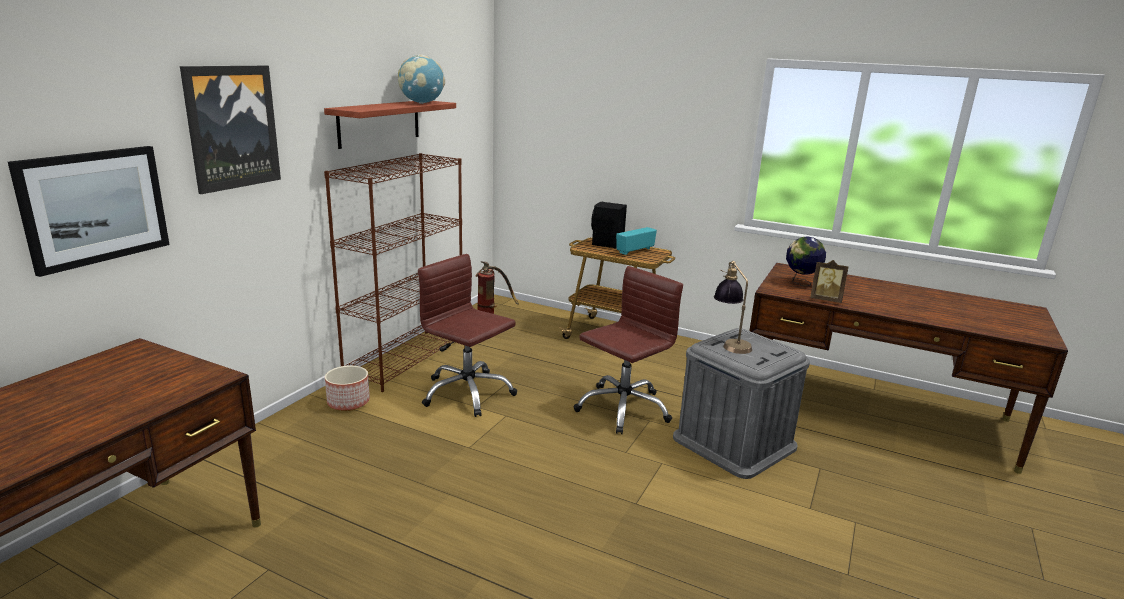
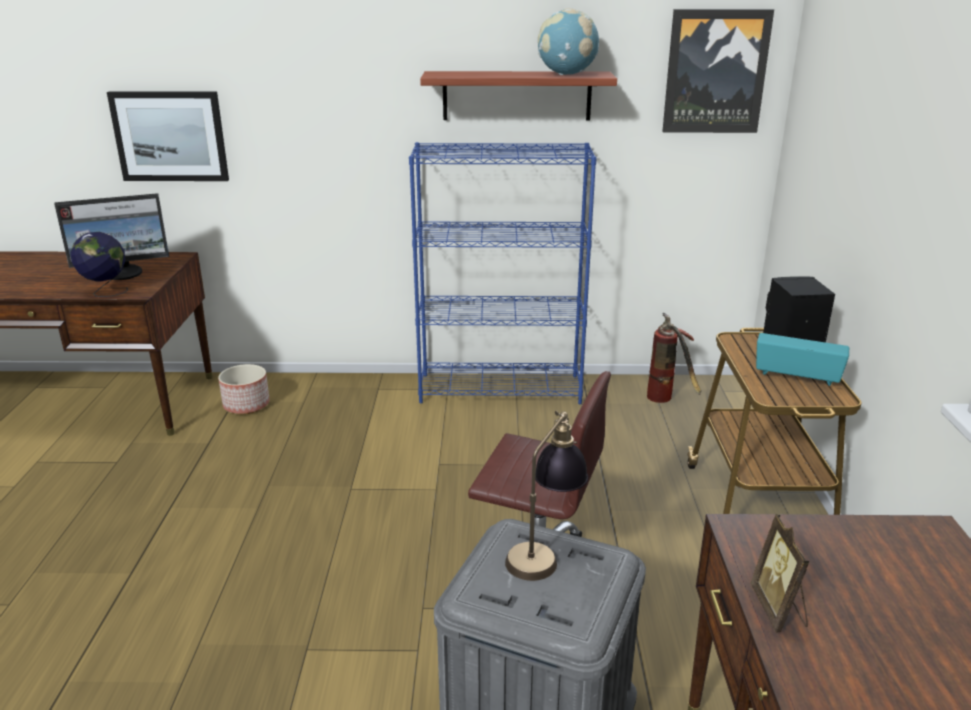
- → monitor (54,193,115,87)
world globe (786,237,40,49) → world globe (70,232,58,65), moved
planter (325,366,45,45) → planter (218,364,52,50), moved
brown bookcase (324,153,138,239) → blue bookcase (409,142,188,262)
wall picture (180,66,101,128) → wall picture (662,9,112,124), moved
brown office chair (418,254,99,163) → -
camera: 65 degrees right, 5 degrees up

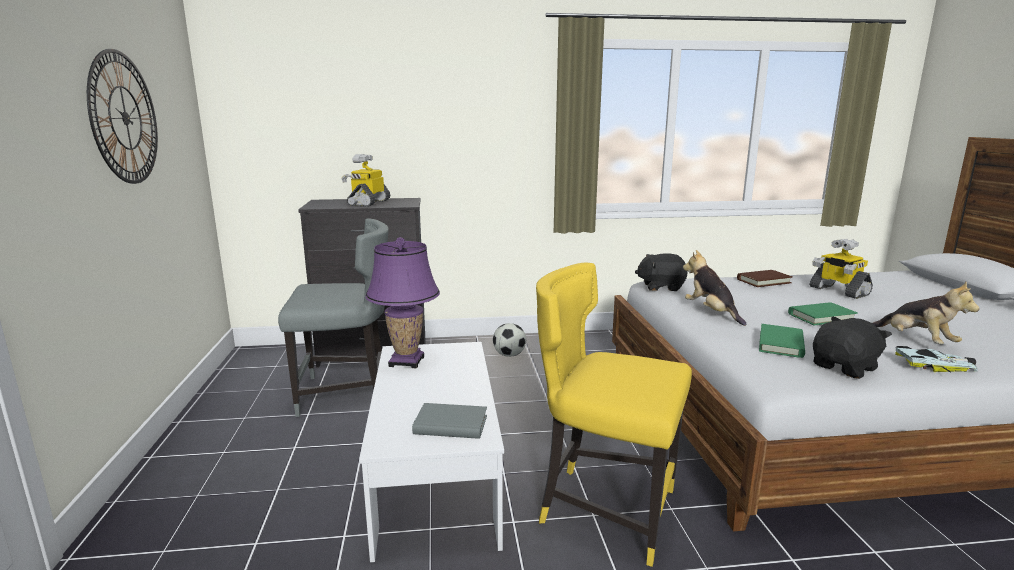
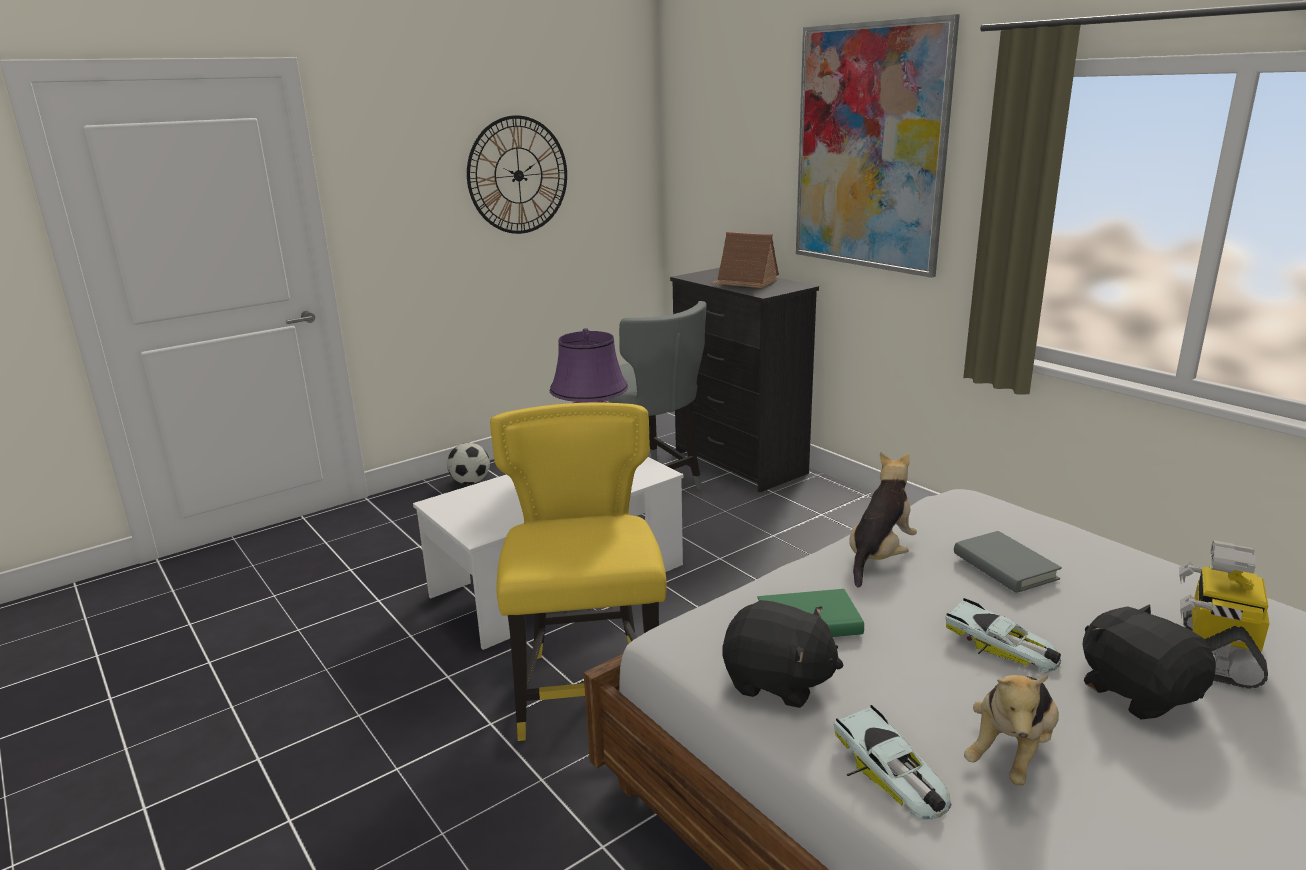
football (493,323,33,34) → football (447,443,43,41), moved
robot figure (342,154,49,53) → model house (711,232,68,56)
- → wall picture (796,14,164,264)
greenish volume (788,302,70,23) → toy car (945,598,116,75)
greyish volume (412,403,75,36) → greyish volume (954,531,108,62), moved
black-coloured cuddly toy (635,253,53,38) → black-coloured cuddly toy (1082,604,134,115), moved
brown volume (737,270,55,17) → -
camera: 60 degrees right, 5 degrees up

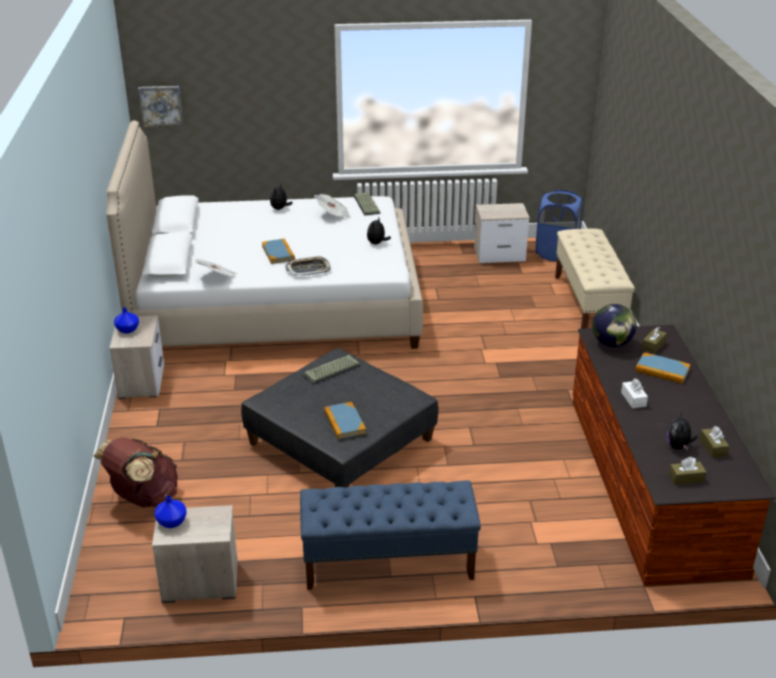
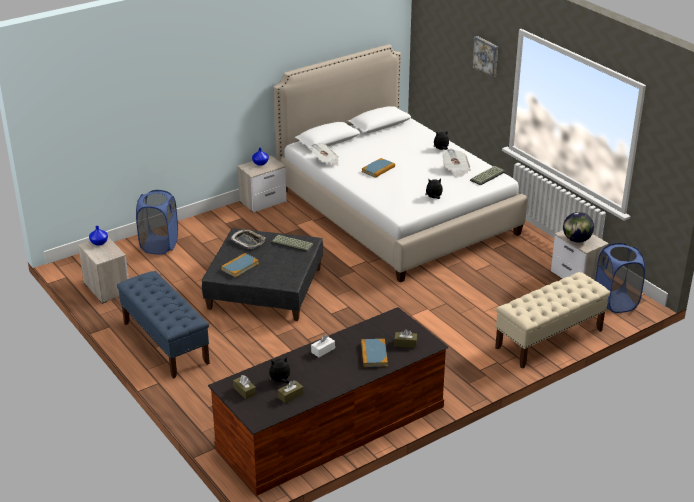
brown knapsack (93,437,85,71) → blue laundry basket (136,190,42,65)
serving tray (285,256,46,20) → serving tray (231,229,35,20), moved
wall picture (138,86,45,41) → wall picture (472,36,26,42), moved
world globe (592,304,44,43) → world globe (563,212,31,31), moved
camera: 60 degrees right, 0 degrees up

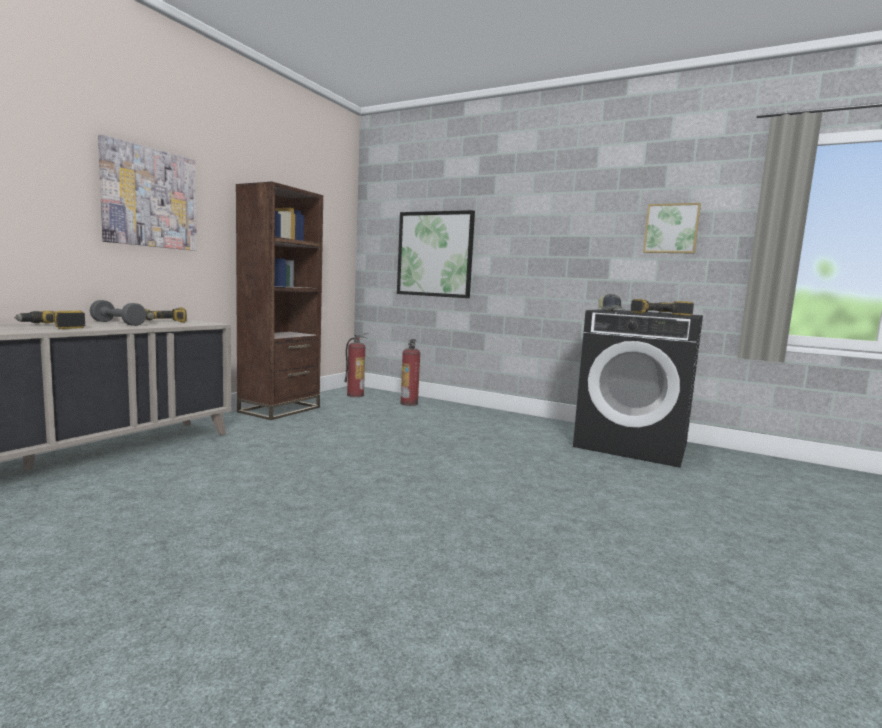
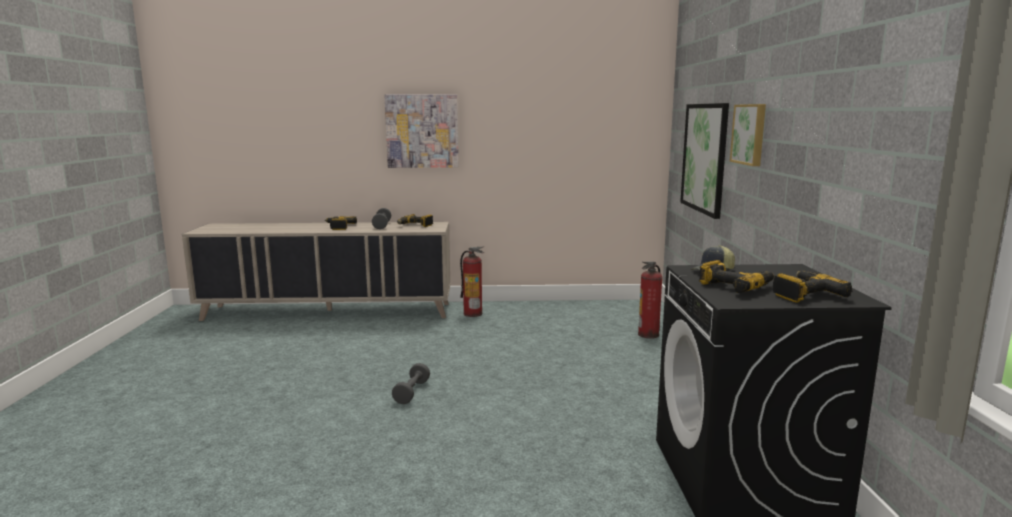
- → greyish free weight (392,363,38,41)
fire-fighting cylinder (344,333,24,64) → fire-fighting cylinder (460,247,24,70), moved
wall picture (643,203,58,50) → wall picture (730,104,36,62), moved
brown bookcase (236,181,87,239) → -
camera: 60 degrees right, 5 degrees up

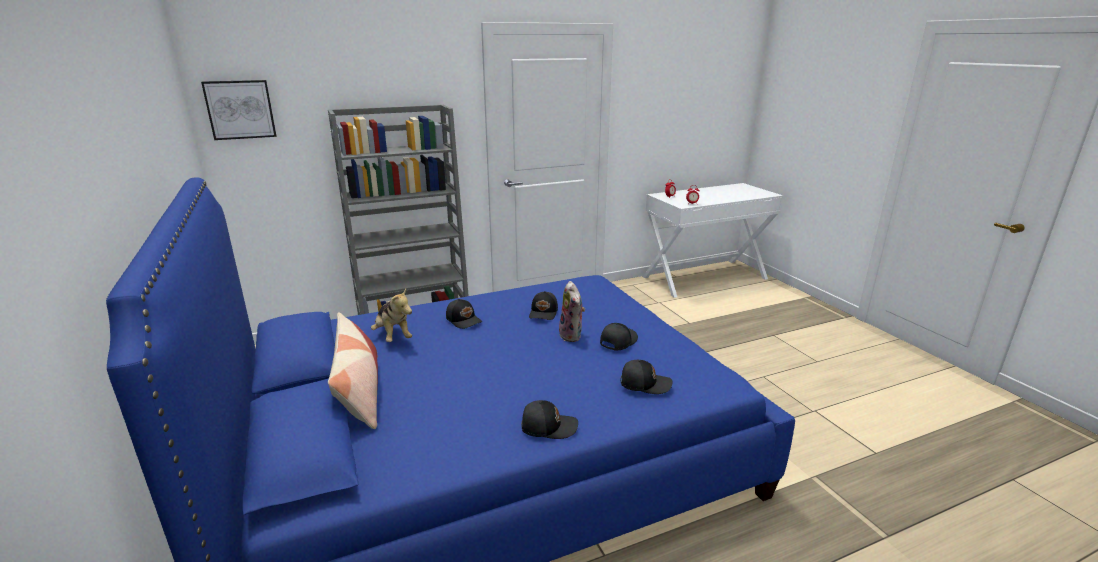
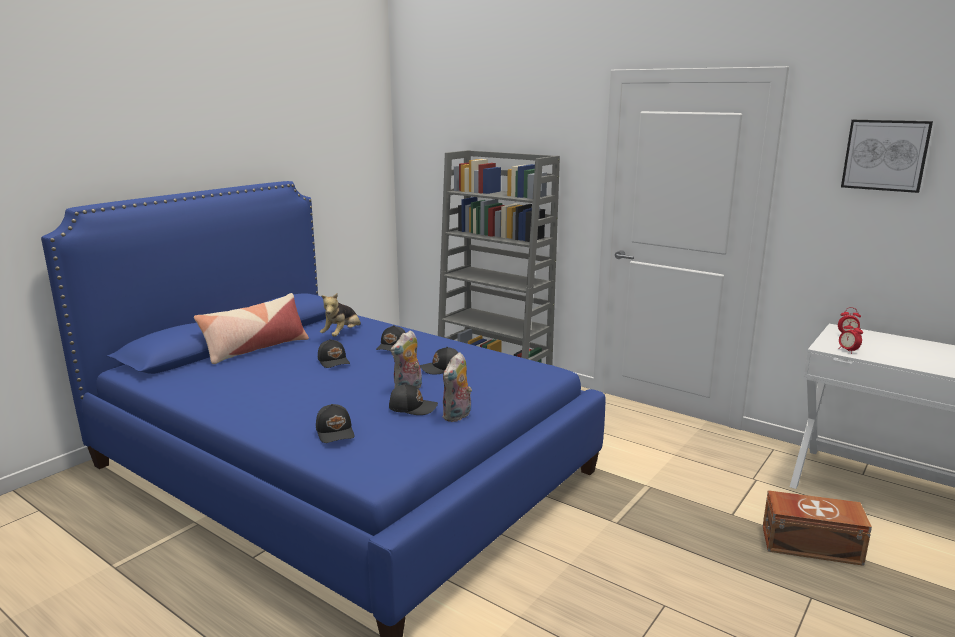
black-coloured peaked cap (521,400,57,39) → black-coloured peaked cap (318,339,32,29), moved
- → cuddly toy (443,352,29,70)
- → brown storage box (763,490,109,76)
wall picture (201,80,76,60) → wall picture (841,120,92,73), moved
camera: 60 degrees right, 5 degrees down

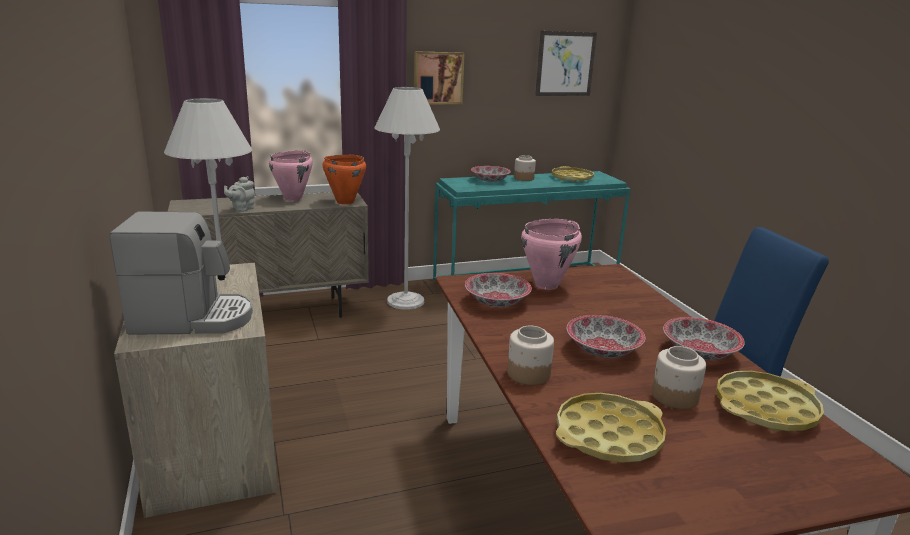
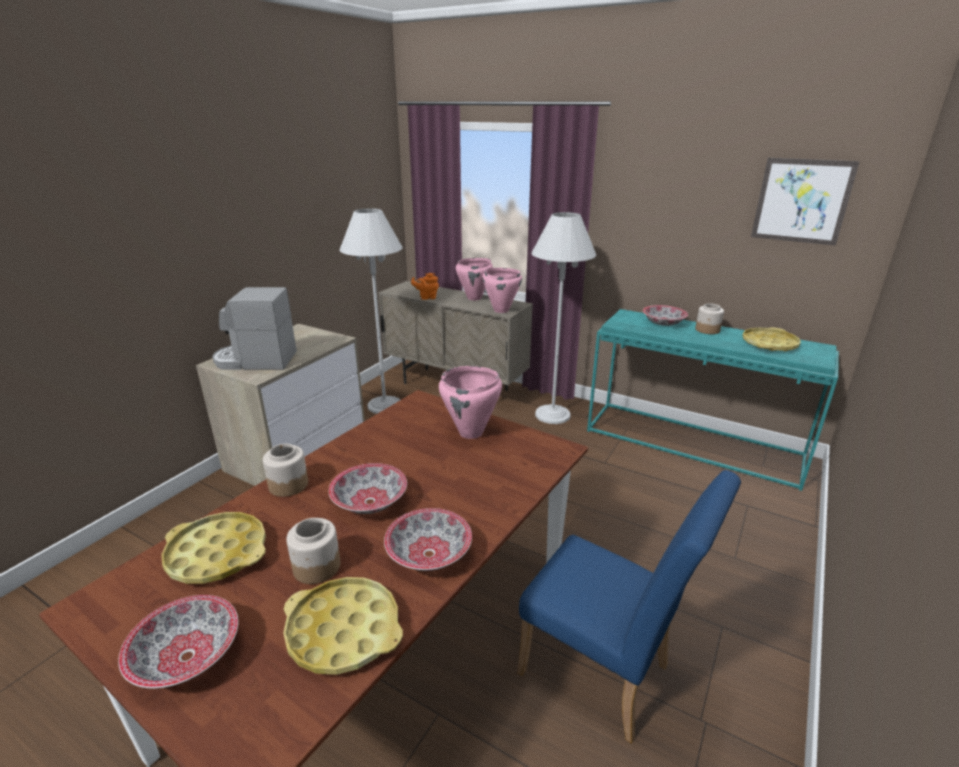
serving bowl (465,273,67,34) → serving bowl (118,595,120,94), moved
coffee machine (109,211,144,124) → coffee machine (212,287,85,83), 135 degrees clockwise
greyish tea pot (224,176,31,36) → orangey tea pot (411,273,28,27)
orangey cooking pot (322,155,44,49) → pink cooking pot (482,268,40,45)
wall picture (414,51,51,54) → -
camera: 50 degrees right, 5 degrees up

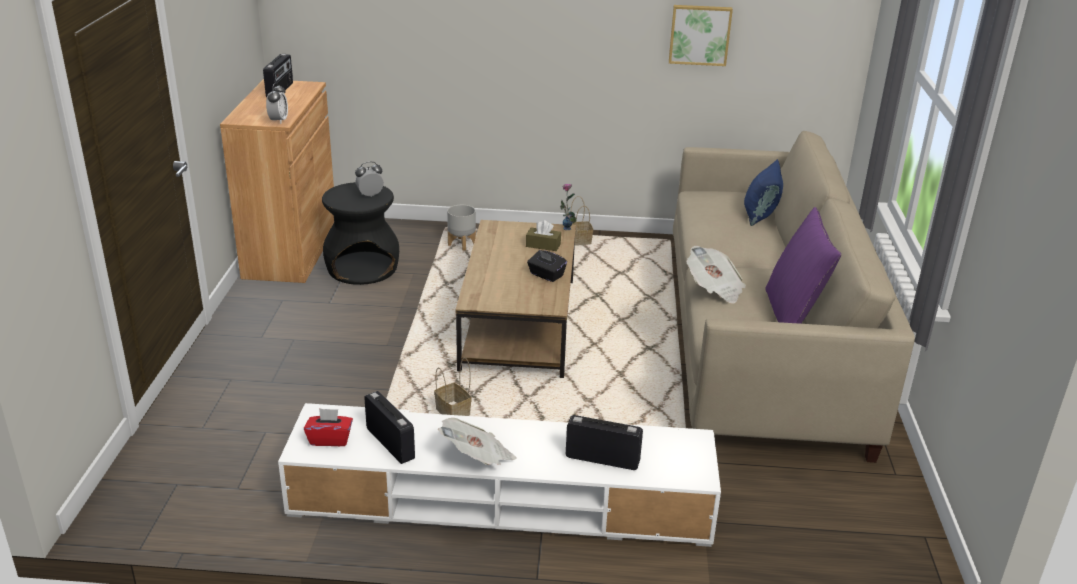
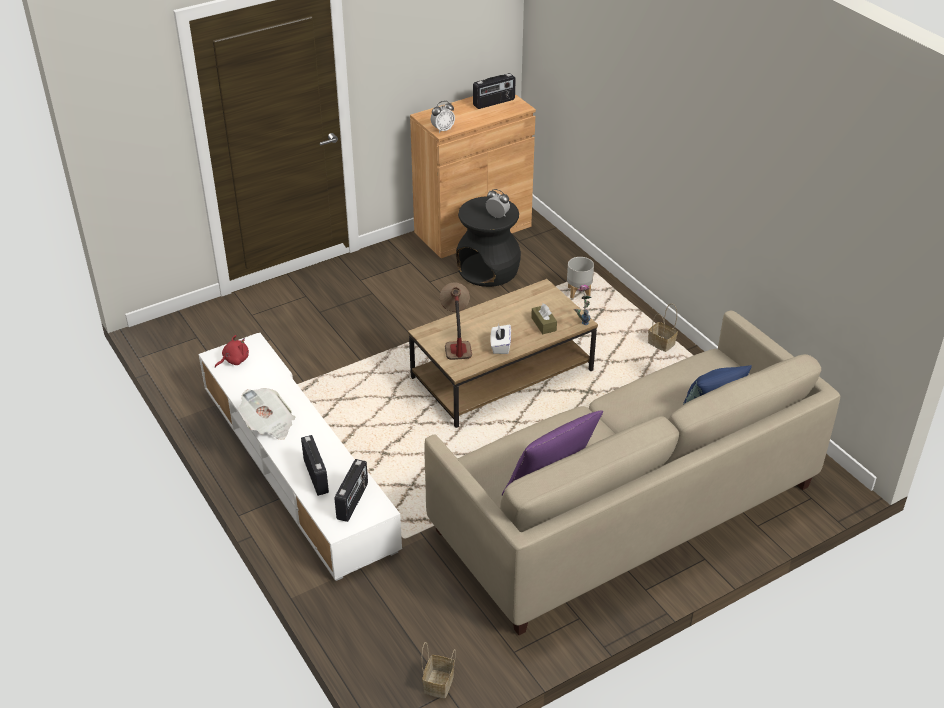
reddish tissue box (304,408,49,38) → reddish cuddly toy (215,335,34,33)
radio (364,391,51,73) → radio (335,459,33,63), moved
household basket (434,358,38,58) → household basket (421,642,35,56), moved
- → tabletop lamp (440,282,32,78)
black-coloured tissue box (527,250,40,32) → white-coloured tissue box (491,324,20,30)
wall picture (669,5,64,61) → -
daily paper (687,246,59,58) → -
camera: 55 degrees right, 10 degrees up

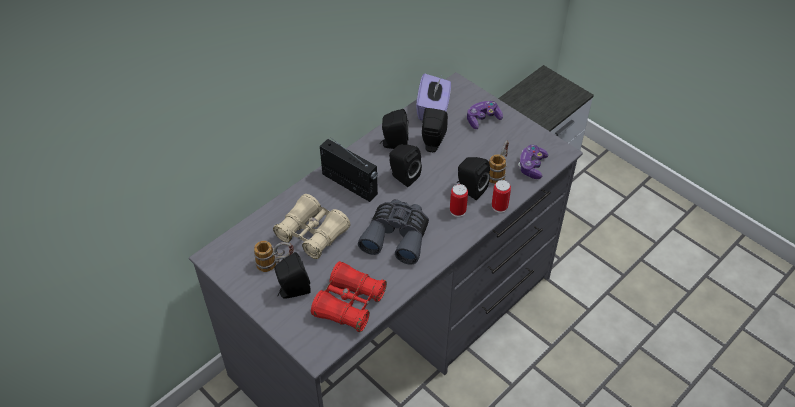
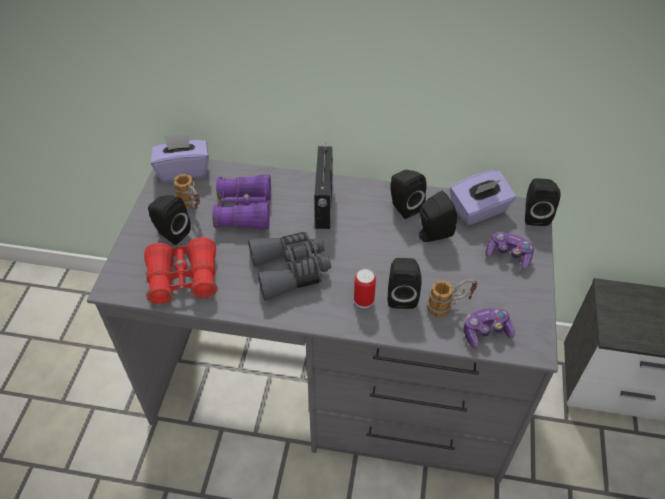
- → purple-coloured tissue box (151,133,58,49)
beige-coloured pair of binoculars (273,194,77,65) → purple-coloured pair of binoculars (212,174,59,56)
black-coloured speaker (389,144,33,43) → black-coloured speaker (525,178,36,48), moved
metal can (492,180,19,33) → -
camera: 55 degrees right, 0 degrees up

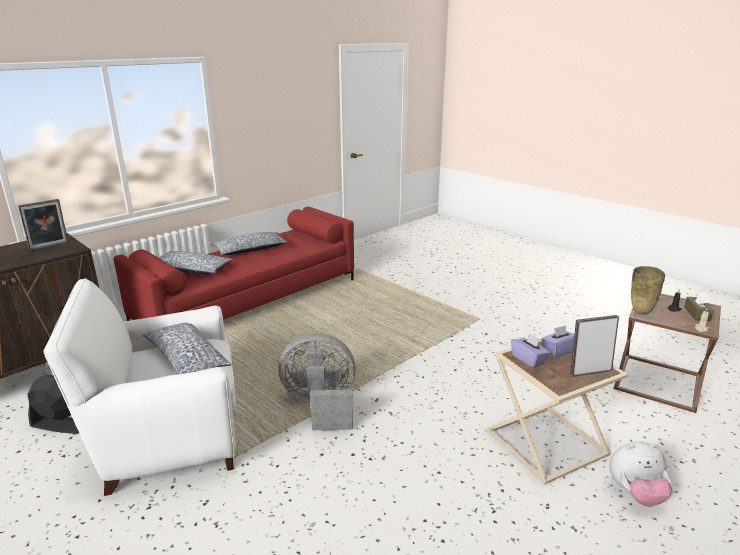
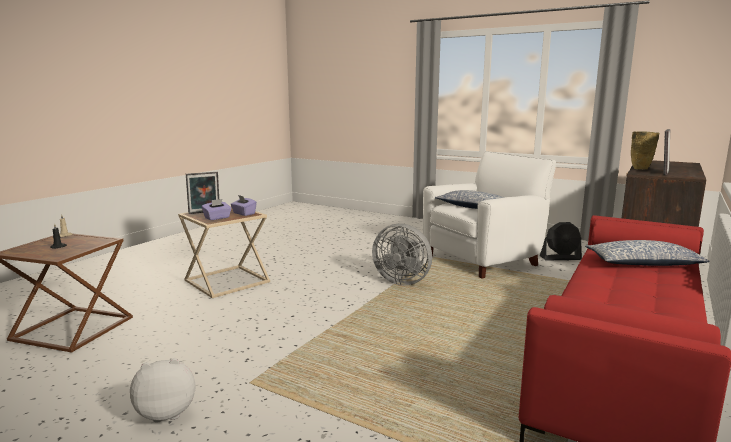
cuddly toy (609,441,64,66) → cuddly toy (130,358,65,65), moved
greyish cooling fan (278,333,78,97) → greyish cooling fan (372,223,60,63), 45 degrees clockwise
beige-coloured vase (631,266,34,48) → beige-coloured vase (631,131,28,39), moved
cushion (211,232,76,23) → -
brown tissue box (684,292,30,29) → -
camera: 165 degrees right, 10 degrees down

